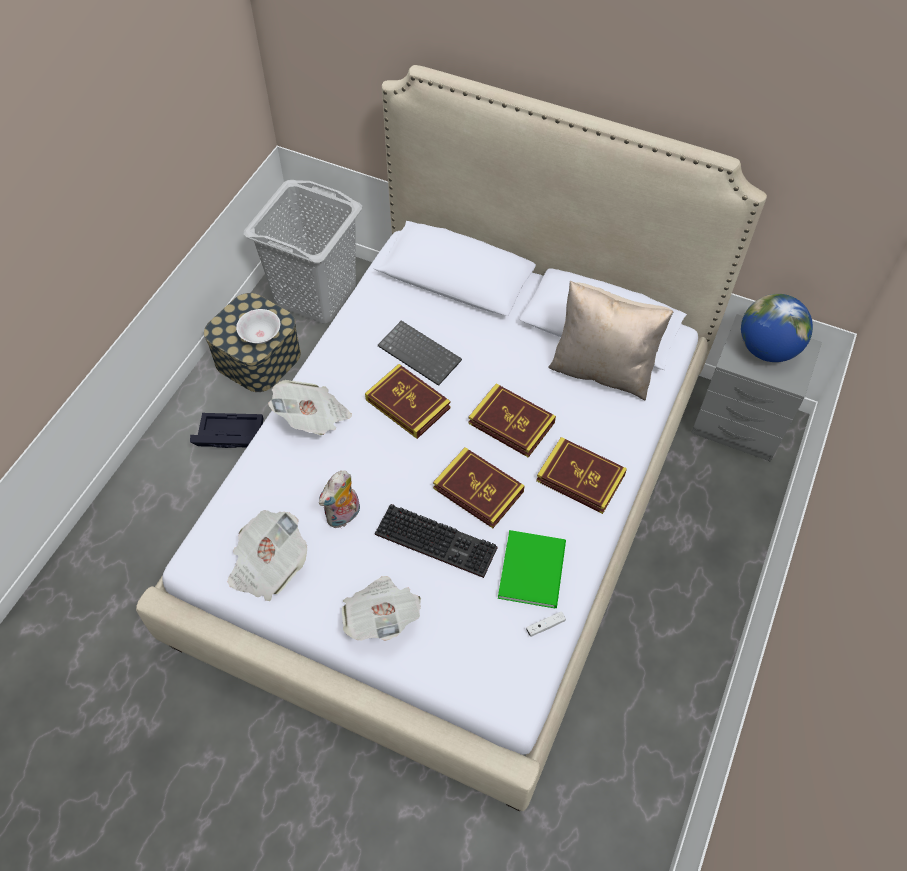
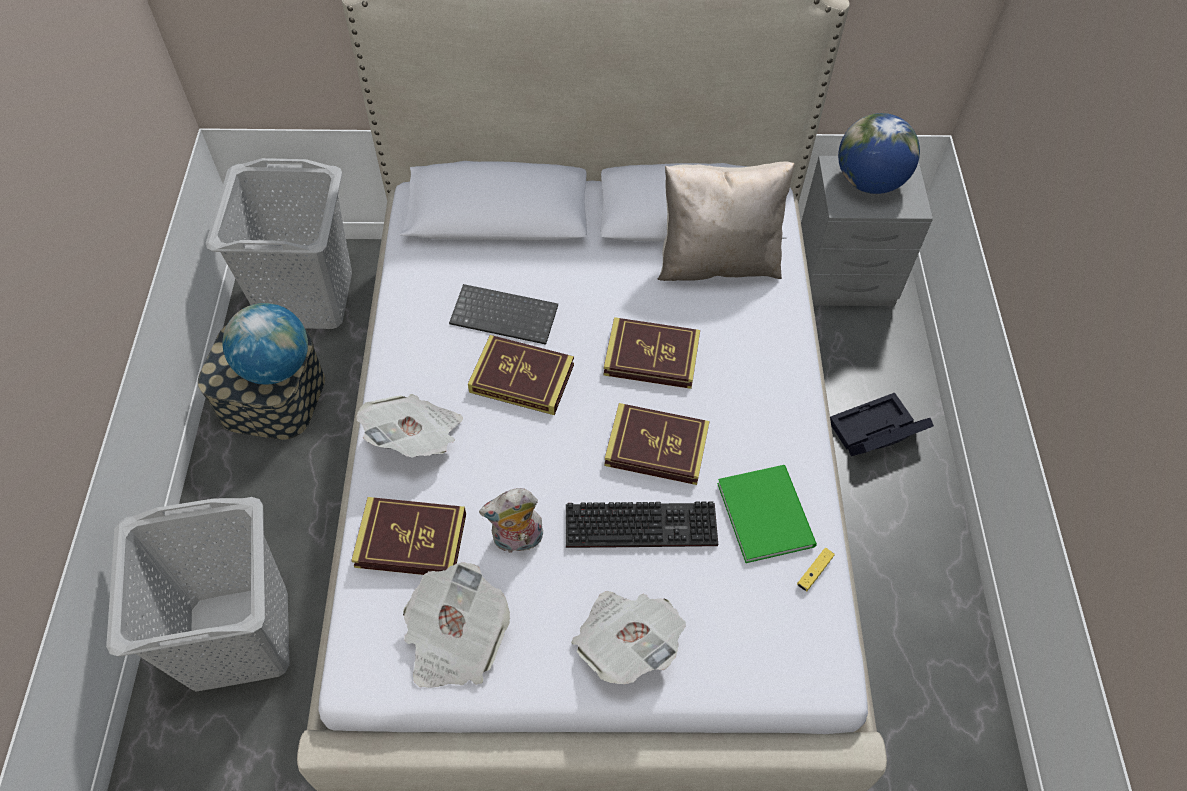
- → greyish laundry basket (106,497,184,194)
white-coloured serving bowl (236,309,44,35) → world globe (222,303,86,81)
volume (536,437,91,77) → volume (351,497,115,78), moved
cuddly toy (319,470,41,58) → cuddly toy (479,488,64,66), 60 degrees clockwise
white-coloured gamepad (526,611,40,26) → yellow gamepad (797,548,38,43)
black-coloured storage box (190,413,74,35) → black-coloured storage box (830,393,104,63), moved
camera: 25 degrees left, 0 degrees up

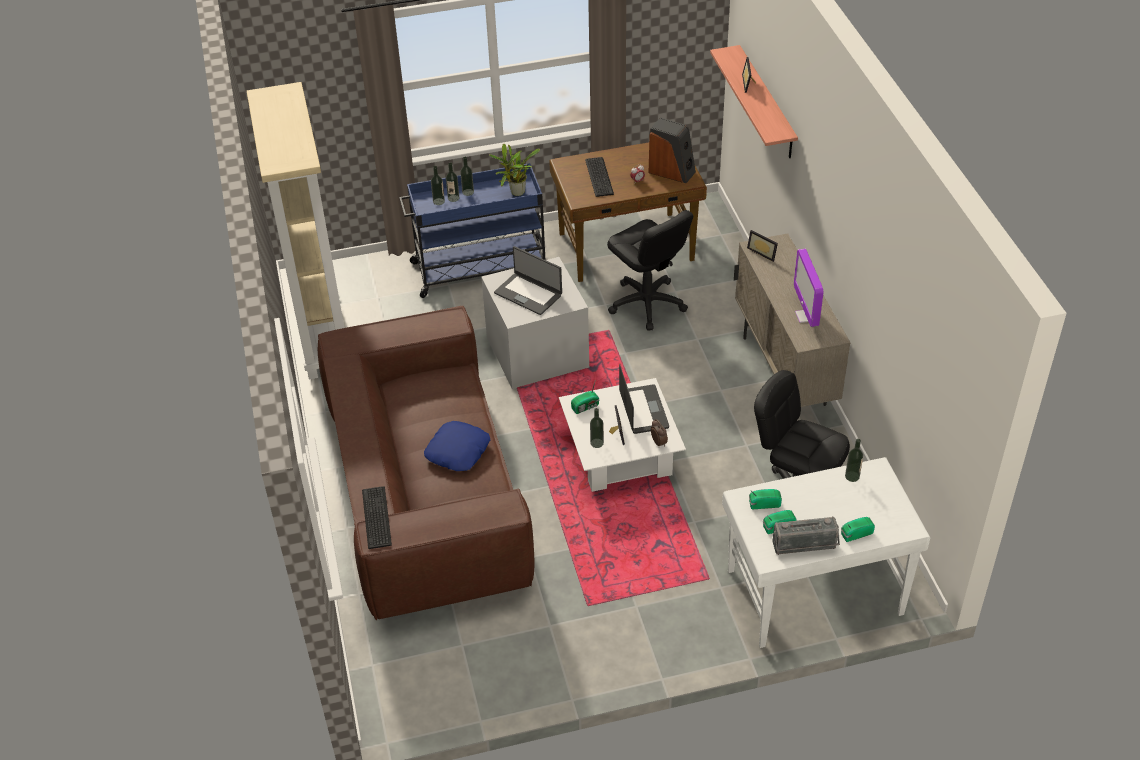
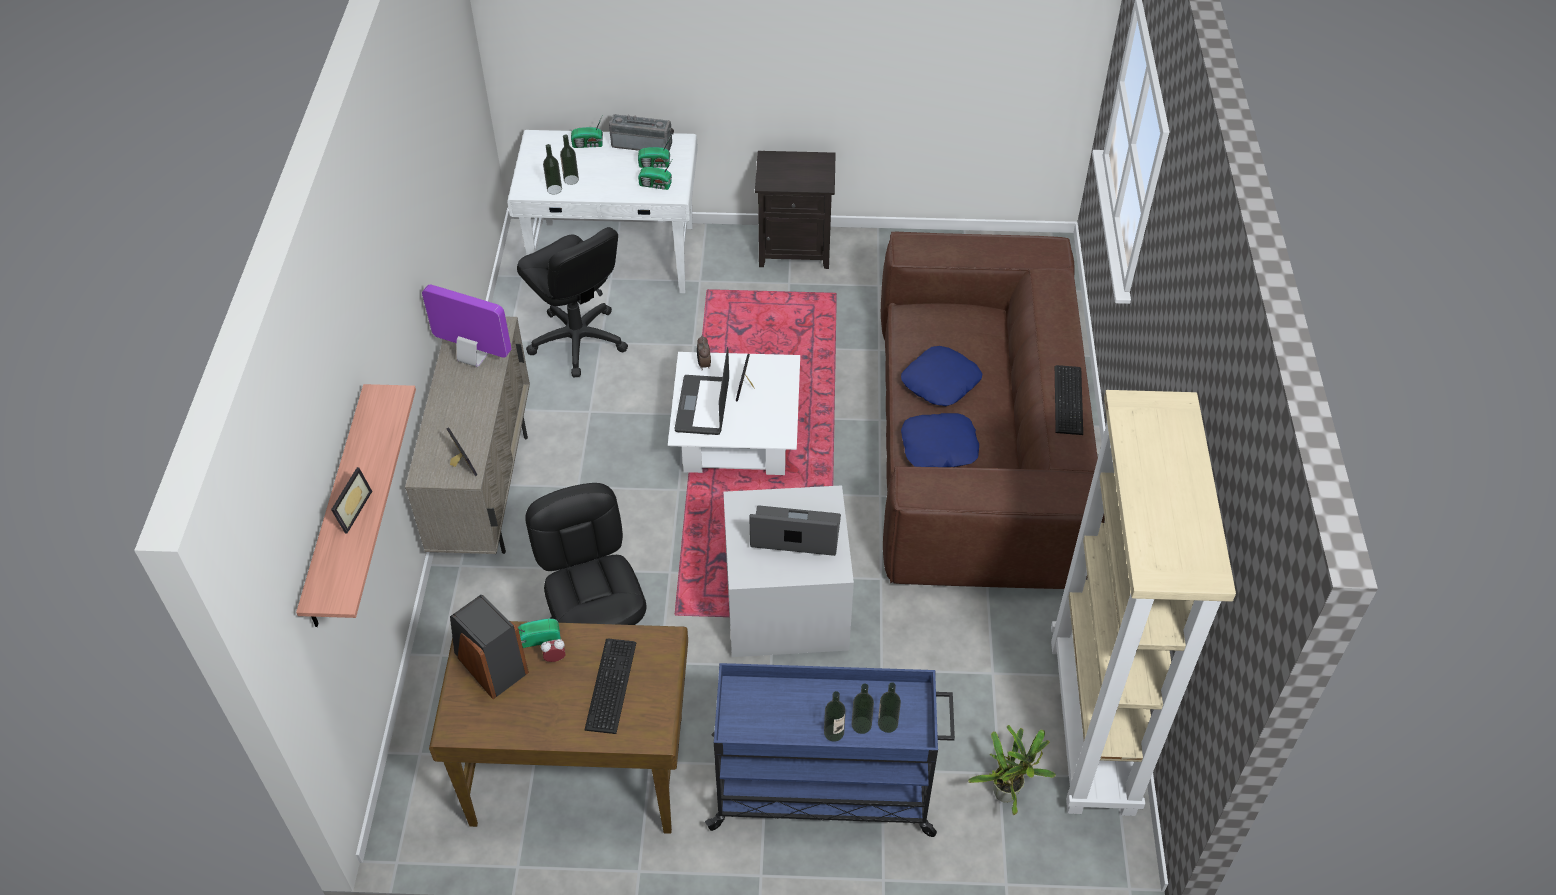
monitor (794,249,29,78) → monitor (422,284,89,83), 75 degrees counterclockwise
radio (571,379,28,35) → radio (518,619,43,29), moved
bottle (590,408,14,40) → bottle (560,134,19,51), moved
portable computer (494,246,68,69) → portable computer (749,505,92,51), 45 degrees counterclockwise
- → black-coloured bedside table (755,151,81,118)
- → blue cushion (901,413,78,54)
potted plant (489,144,51,52) → potted plant (968,725,88,90), moved
PC keyboard (362,486,30,63) → PC keyboard (1055,365,28,70), moved
camera: 165 degrees left, 5 degrees up

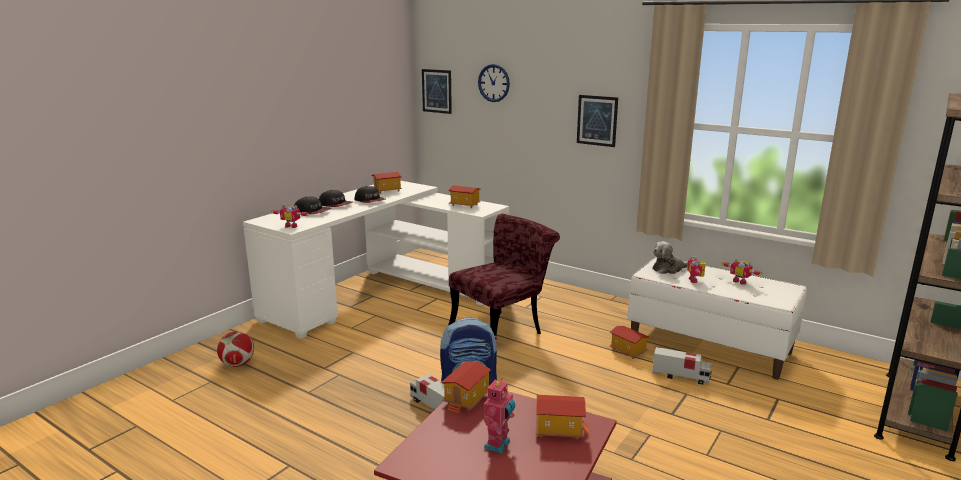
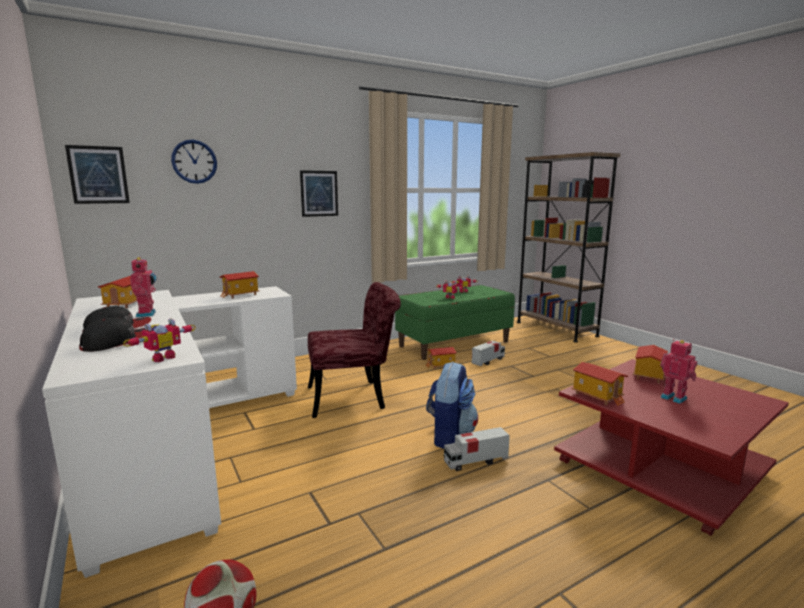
peaked cap (354,186,32,17) → robot figure (130,257,27,60)
reddish plain chair (448,214,112,125) → reddish plain chair (308,282,93,136), 90 degrees clockwise
white-coloured indoor bench (628,257,179,123) → greenish indoor bench (395,285,120,75)
cuddly toy (652,241,36,33) → -
camera: 65 degrees left, 5 degrees down

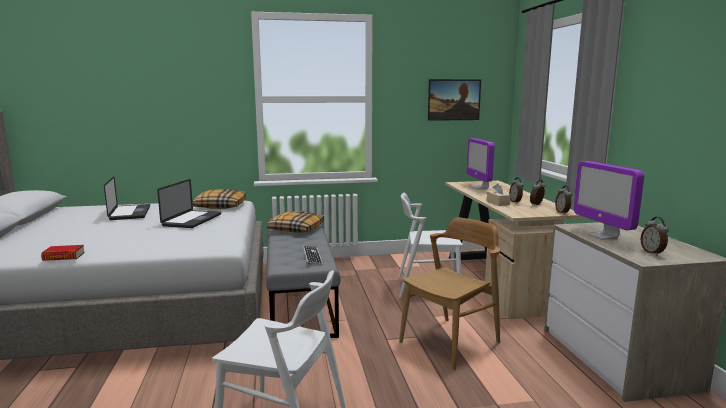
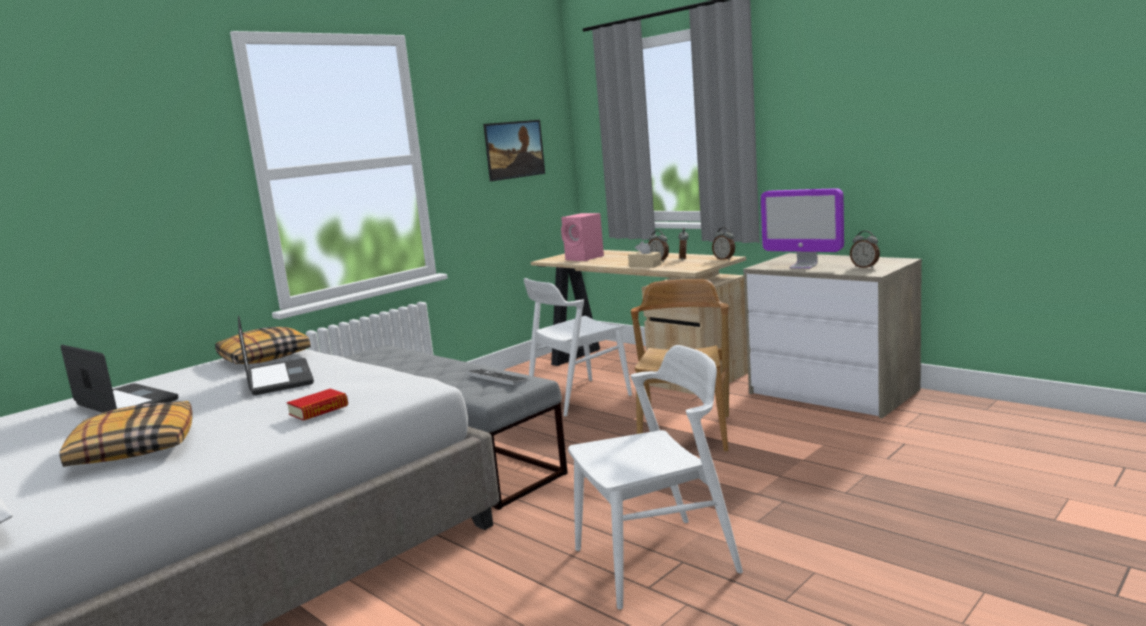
cushion (267,211,57,22) → cushion (59,401,134,66), moved
volume (41,245,44,16) → volume (287,389,61,32), moved
monitor (466,138,28,51) → pink speaker (561,213,43,48)
camera: 35 degrees left, 0 degrees up

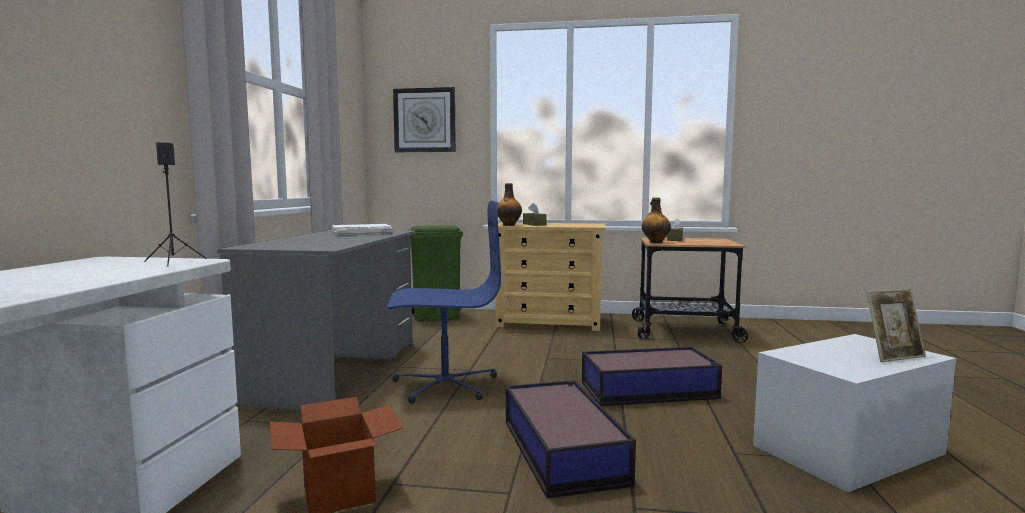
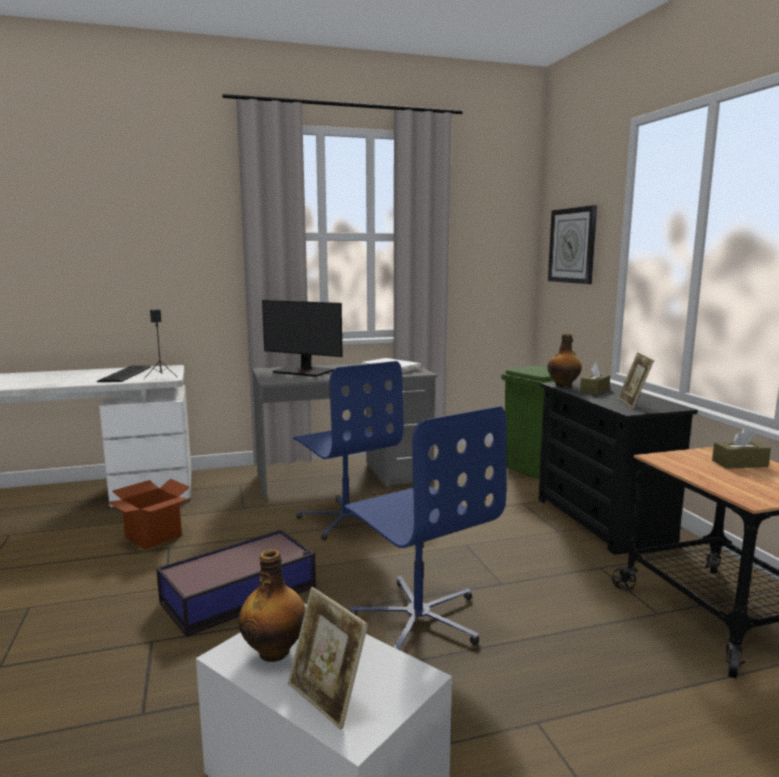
- → PC keyboard (97,366,54,16)
bottle (642,197,29,46) → bottle (239,549,67,113), moved
- → monitor (262,300,81,77)
storage box (582,347,140,59) → blue office chair (344,406,163,244)
beige-coloured dresser (495,223,111,108) → black-coloured dresser (538,380,160,175)
- → picture frame (618,352,36,57)
camera: 65 degrees right, 5 degrees up

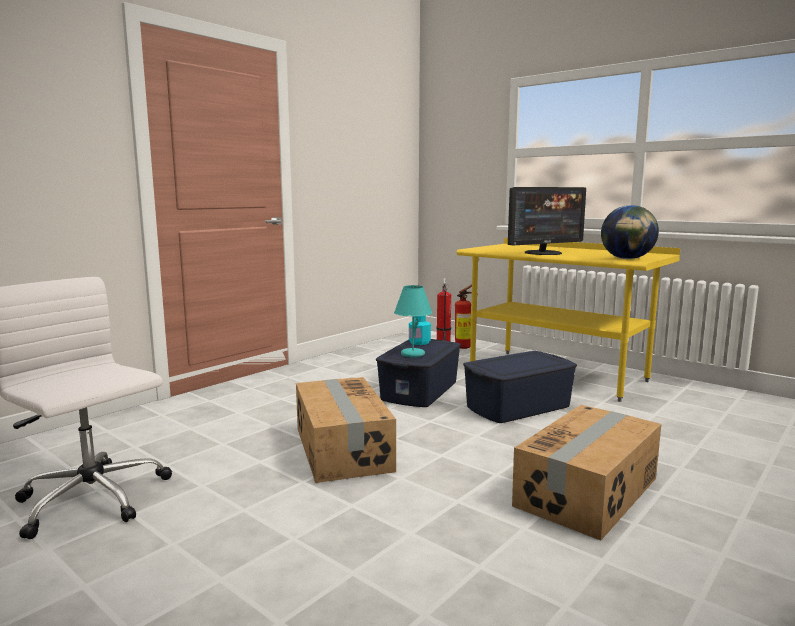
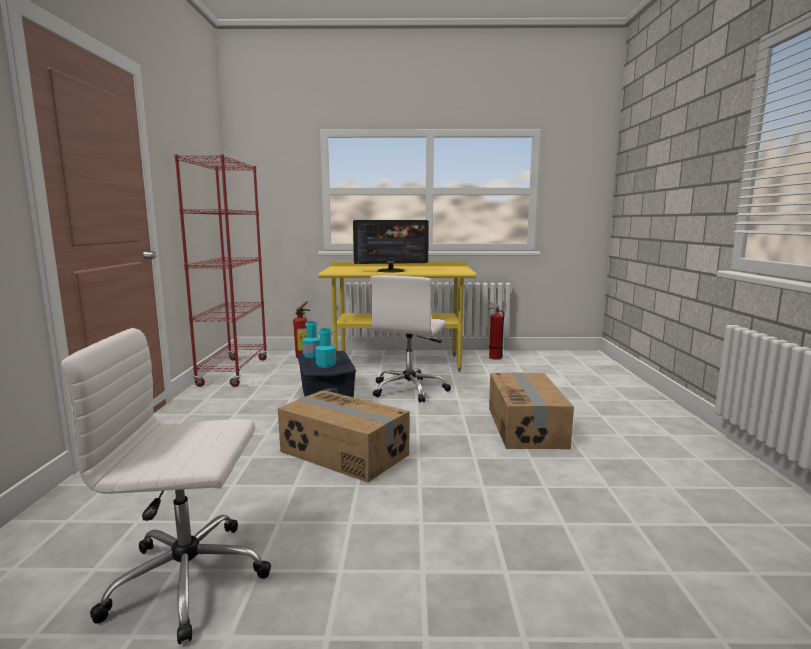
- → reddish bookcase (175,154,93,233)
turquoise-coloured tabletop lamp (394,285,38,72) → turquoise-coloured bottle (315,328,21,40)
monitor (508,187,78,68) → monitor (353,220,76,52), 60 degrees clockwise
blue storage box (463,351,114,72) → white-coloured office chair (370,275,81,128)
fire-fighting cylinder (436,278,15,63) → fire-fighting cylinder (488,302,16,58), moved
world globe (601,205,58,54) → -
camera: 40 degrees left, 0 degrees up

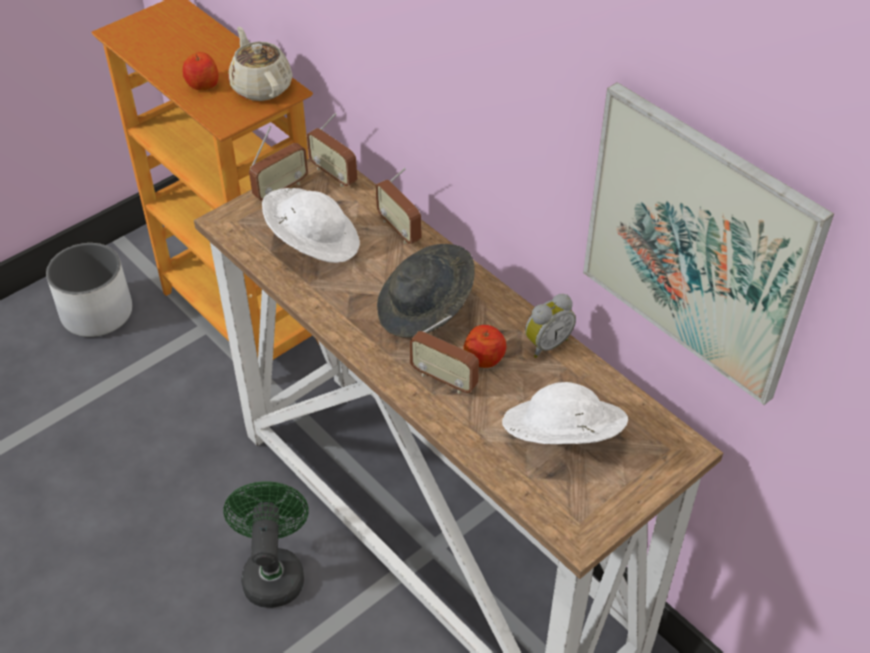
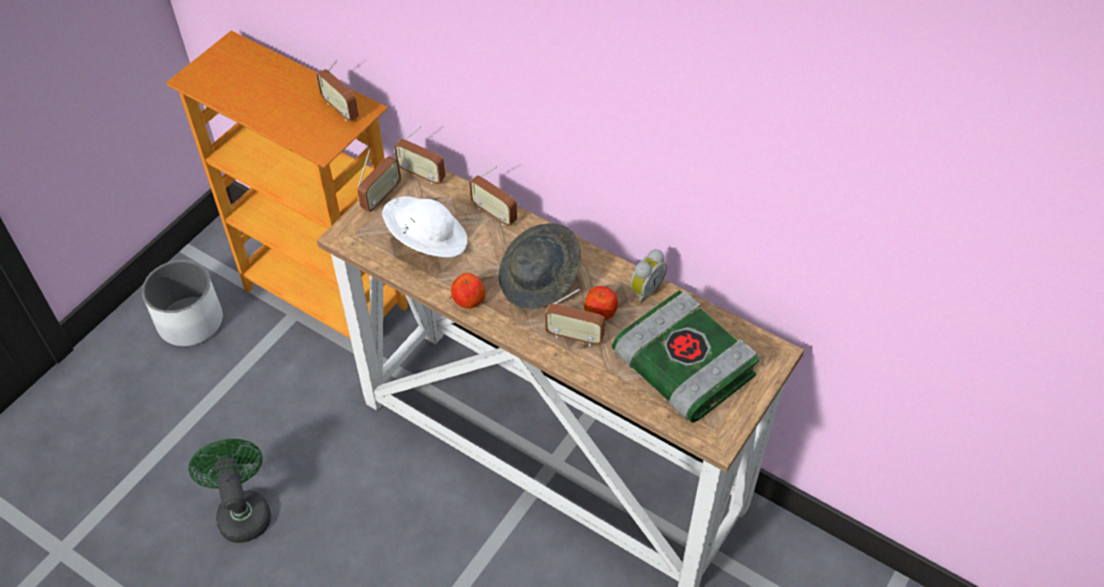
greenish cooling fan (223,481,86,127) → greenish cooling fan (189,439,82,104), moved
beige-coloured tea pot (228,27,65,74) → radio (316,59,43,62)
apple fruit (182,52,37,38) → apple fruit (451,273,35,36), moved
white-coloured hat (502,382,126,62) → volume (612,290,147,133)
wall picture (583,82,251,323) → -
camera: 15 degrees left, 5 degrees up

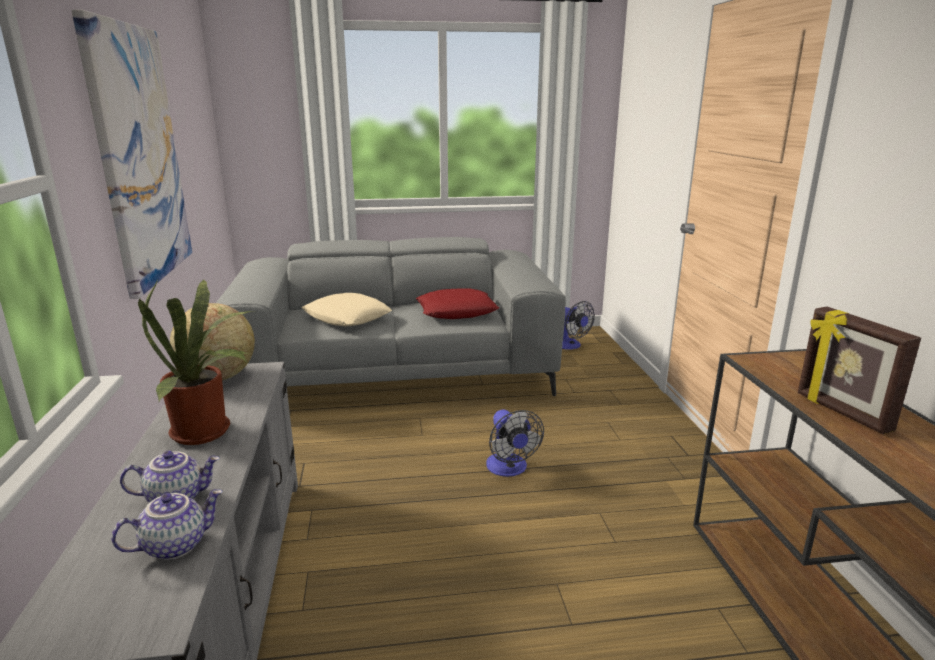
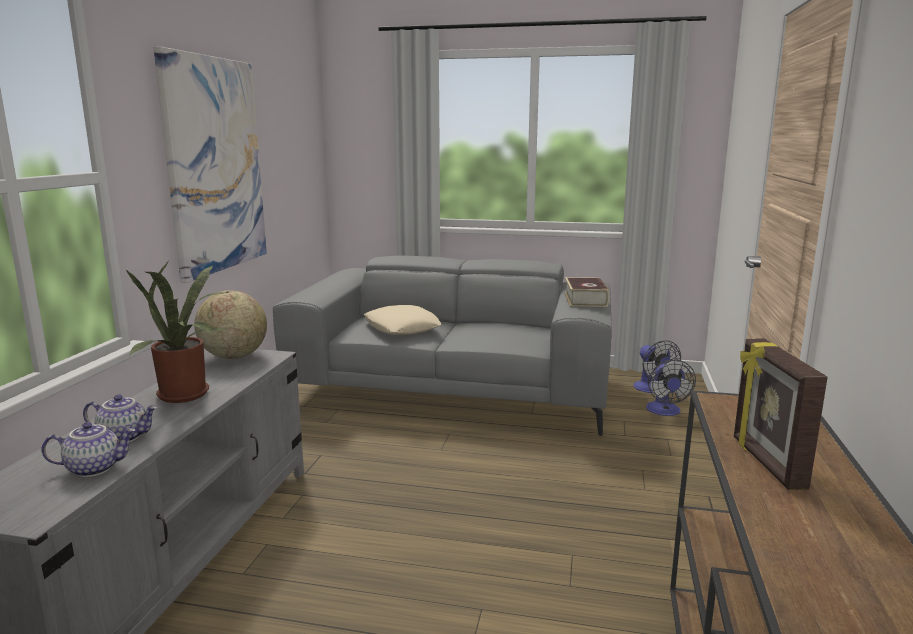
- → volume (564,277,45,30)
cooling fan (486,410,58,67) → cooling fan (646,360,50,56), moved
reddish cushion (416,288,83,31) → -
camera: 20 degrees right, 5 degrees down

